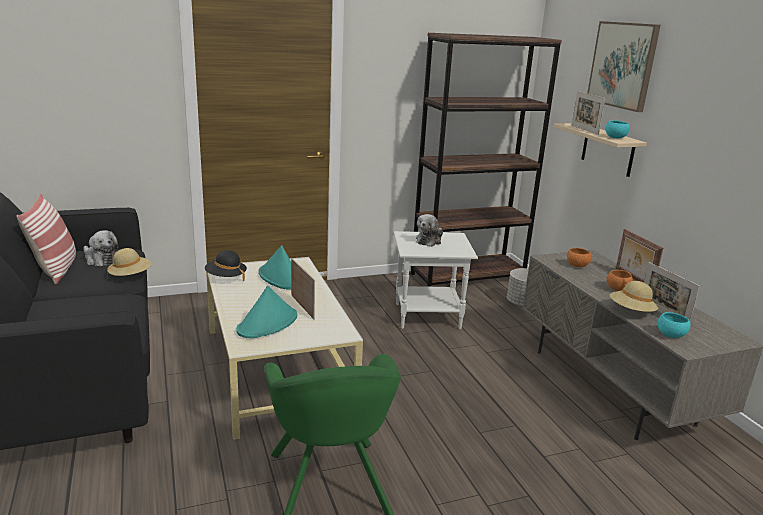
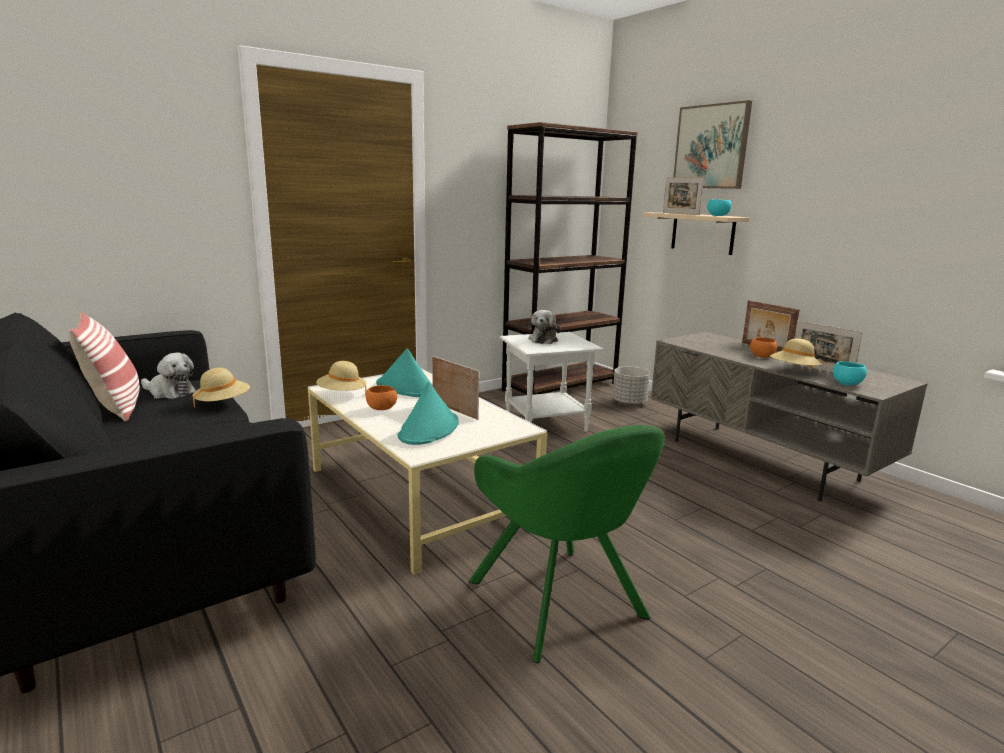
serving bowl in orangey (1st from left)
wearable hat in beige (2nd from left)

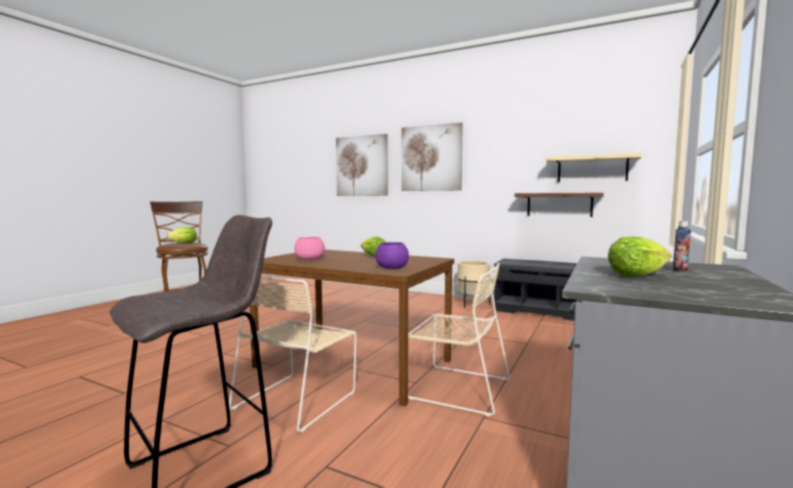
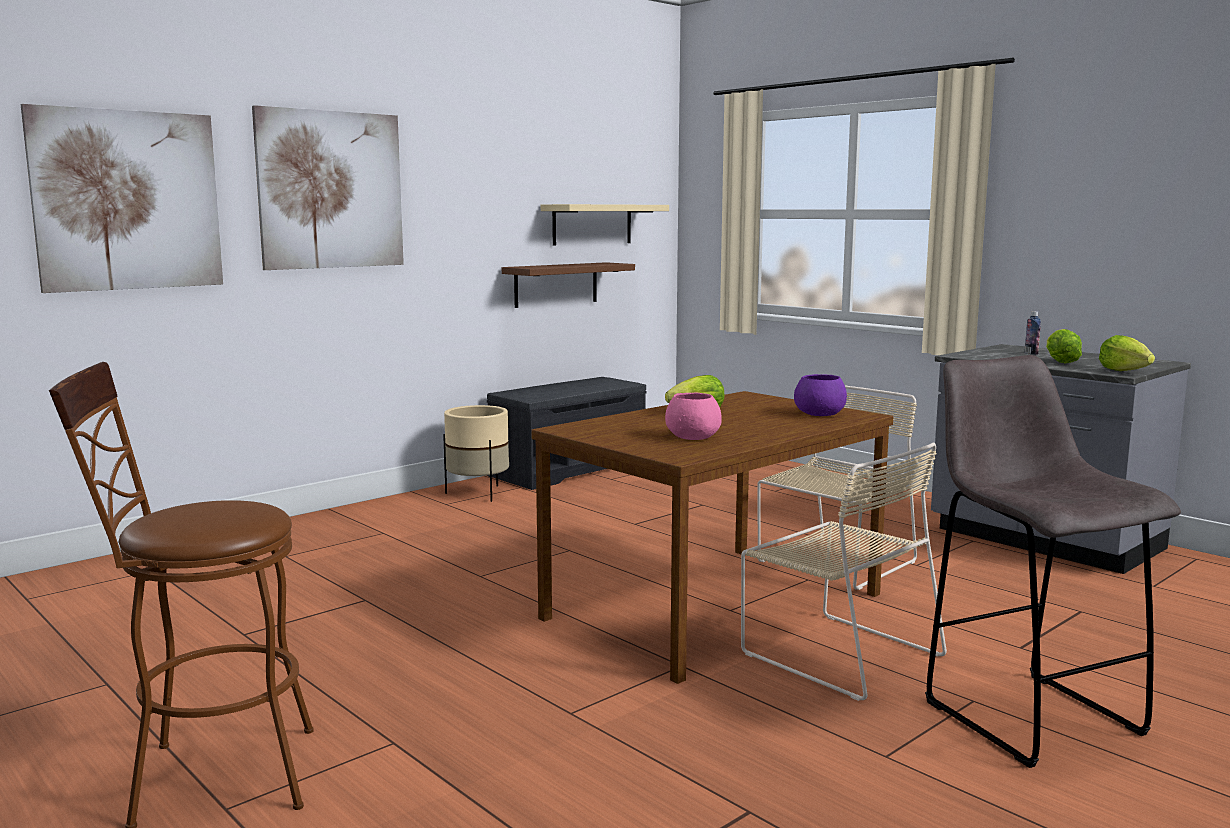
head of lettuce (3rd from left)

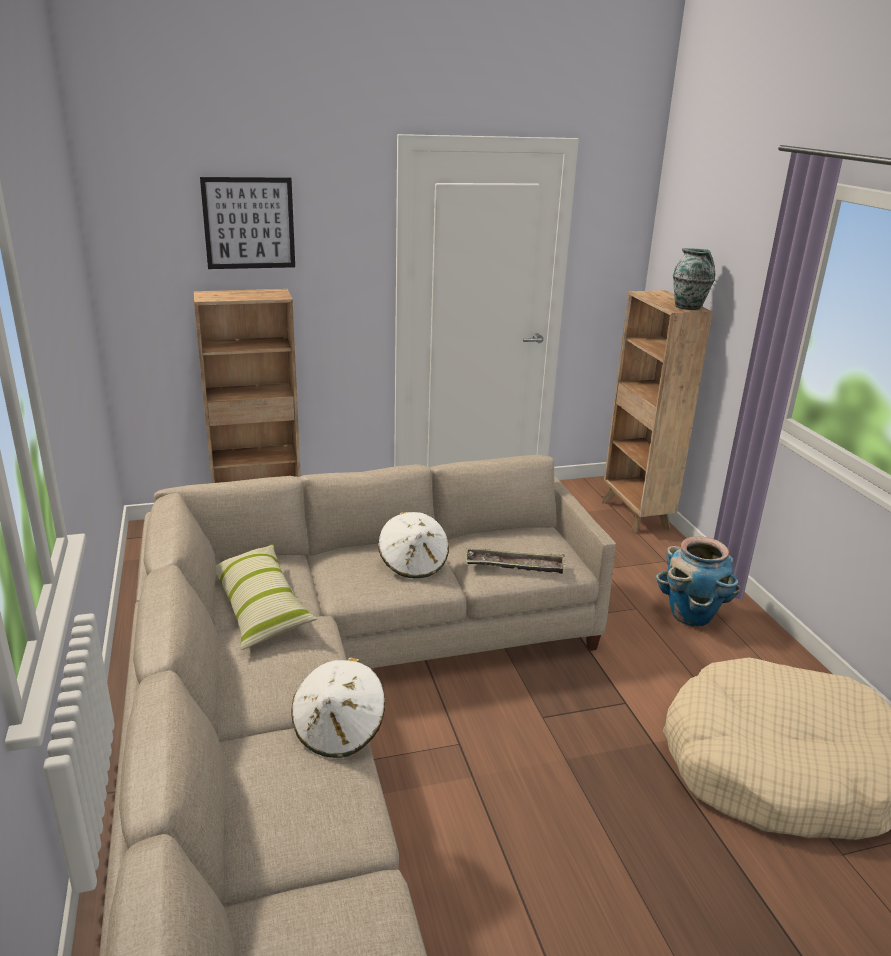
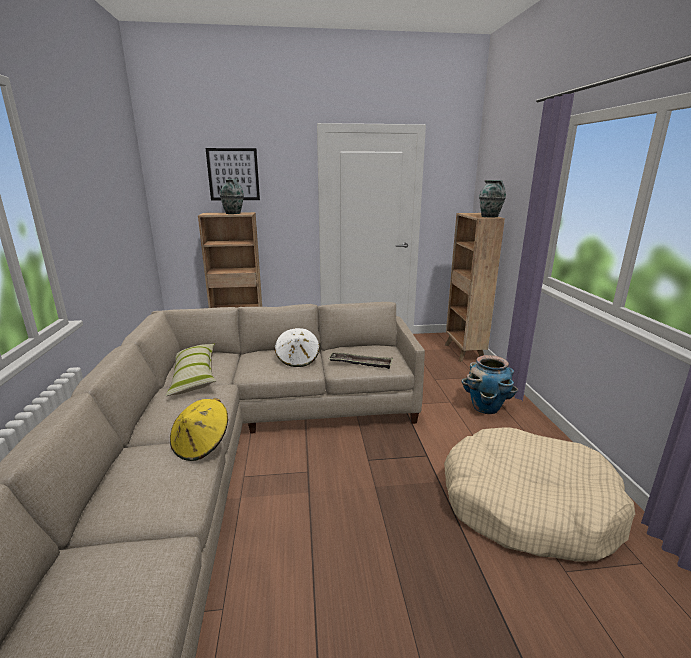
decorative vase (1st from left)
wearable hat in yellow

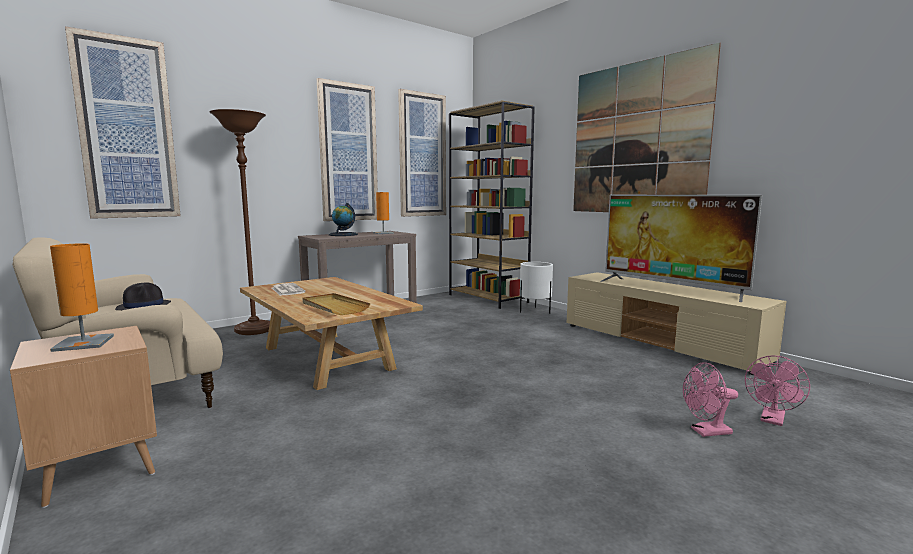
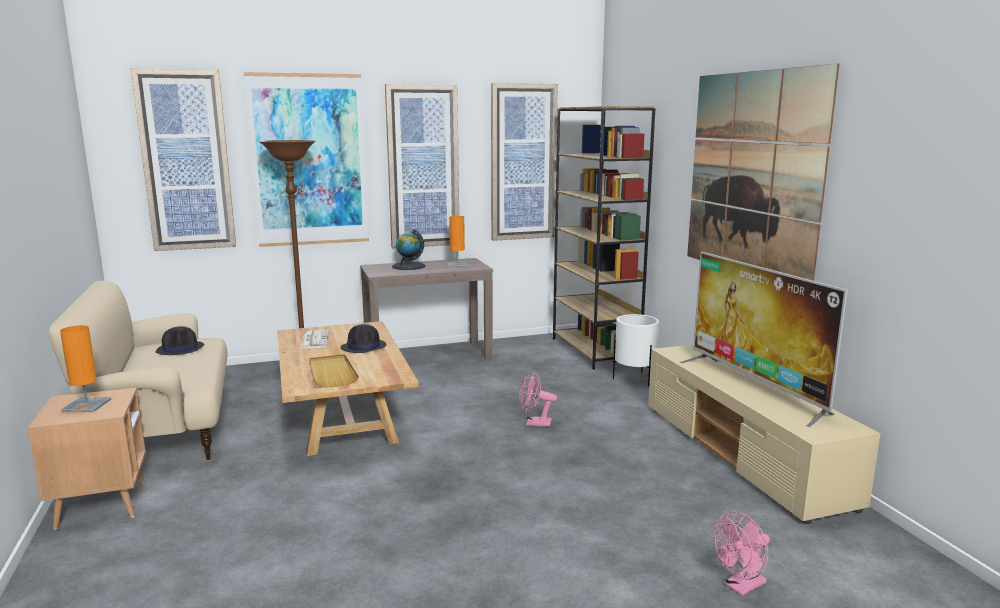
picture (2nd from left)
wearable hat in blackish (2nd from left)
electric fan in pinkish (1st from left)

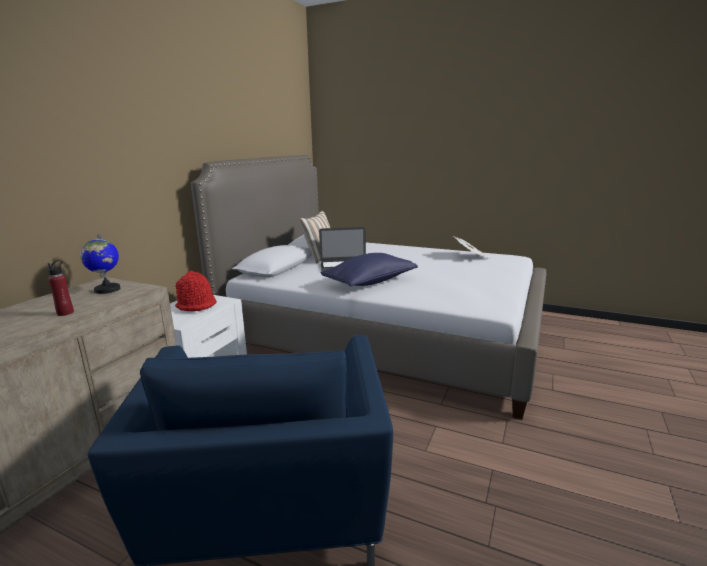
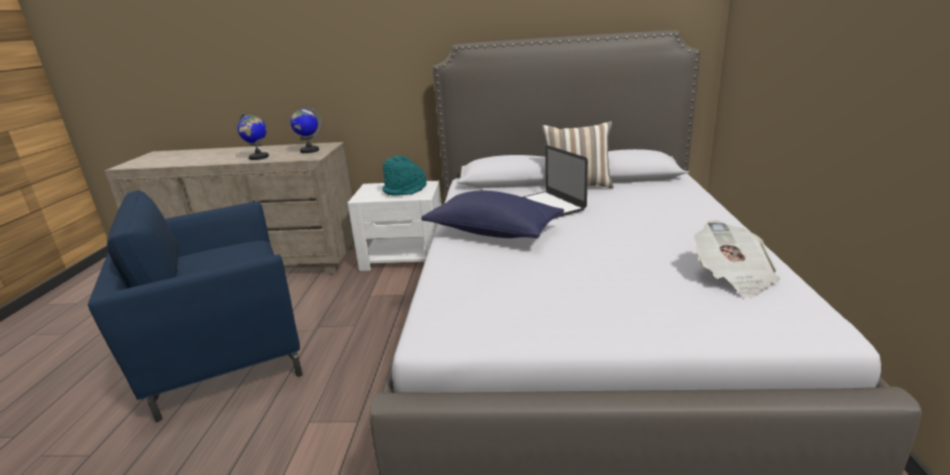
globe (1st from left)
wearable hat in turquoise-coloured

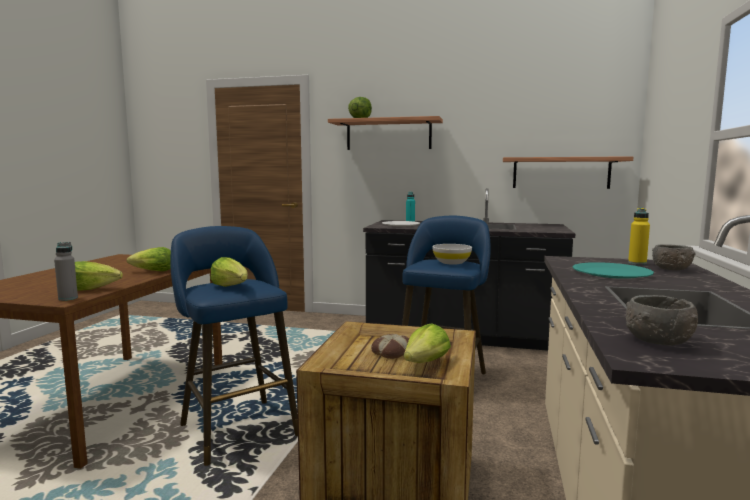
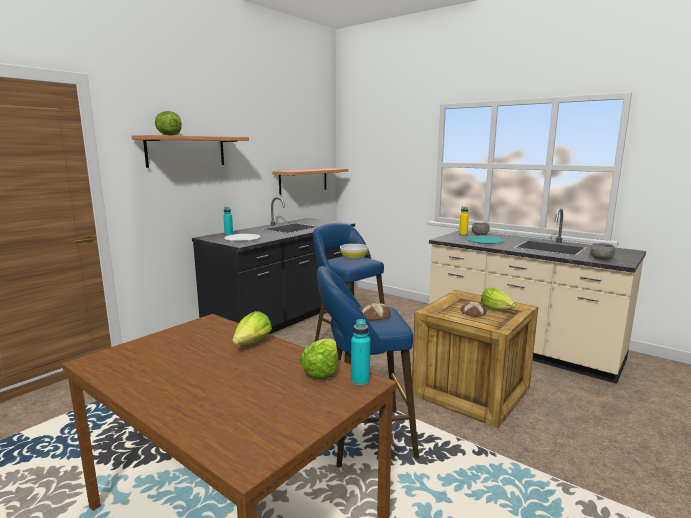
bread (1st from left)
beverage bottle in turquoise-coloured (2nd from left)

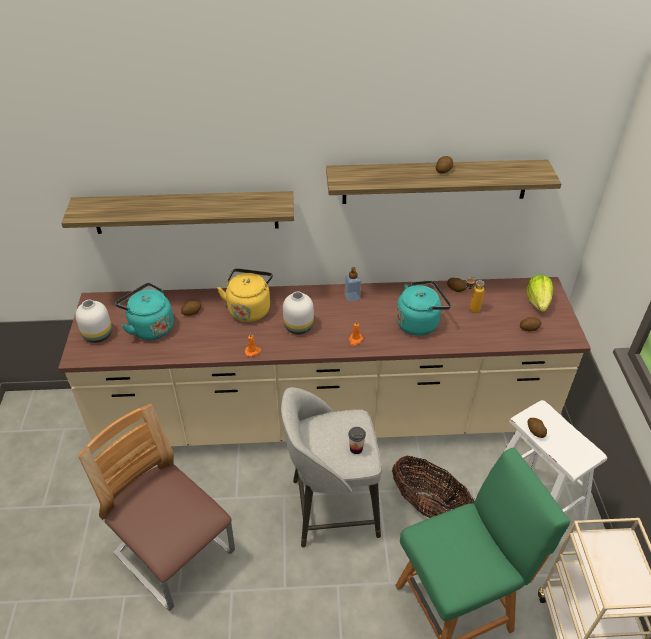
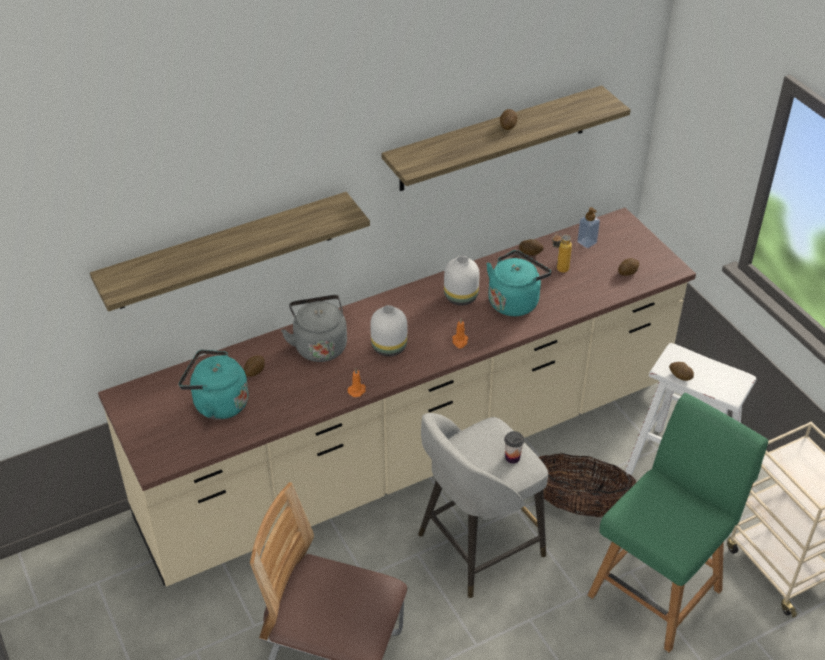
head of lettuce
decorative vase in white (2nd from left)
soap dispenser
tea kettle in grey

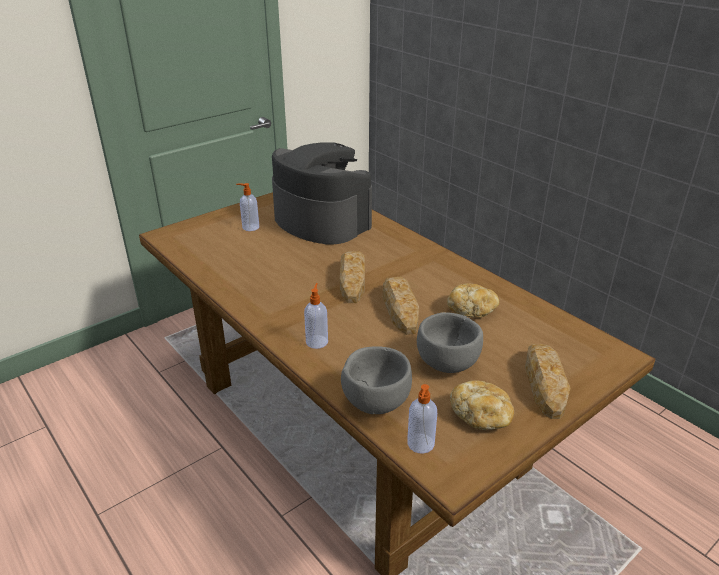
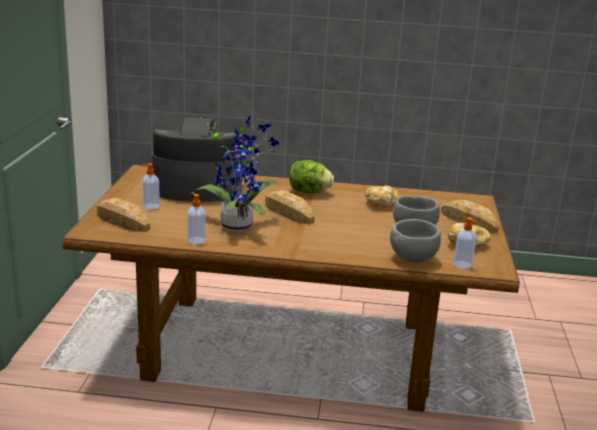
potted plant
head of lettuce
soap dispenser (2nd from left)
bread (1st from left)

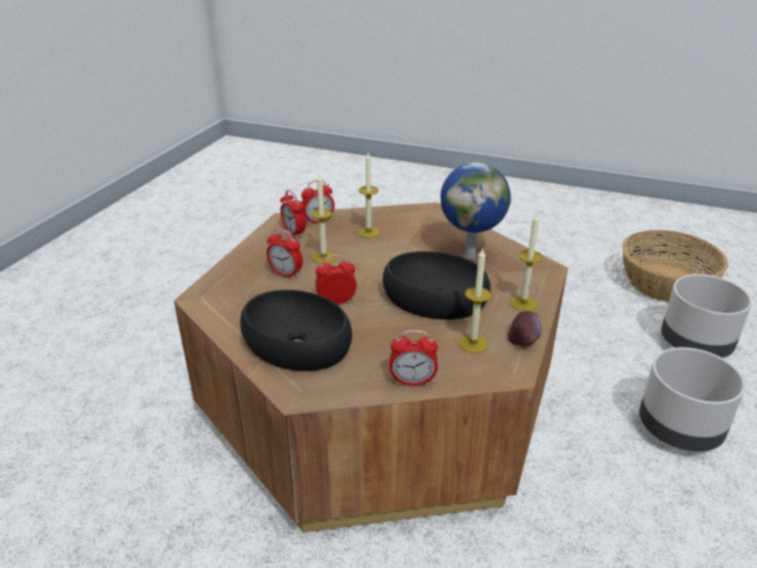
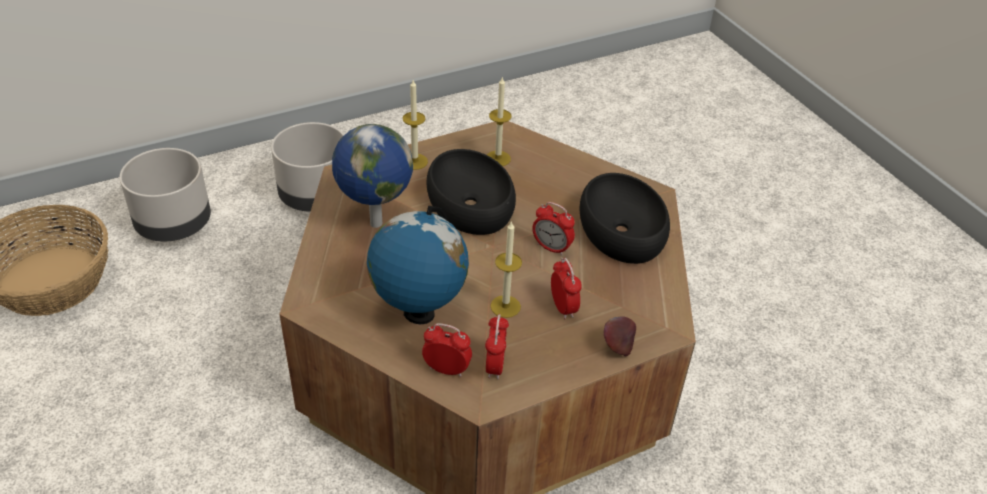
table clock (5th from left in the first image)
apple fruit
globe (2nd from left)

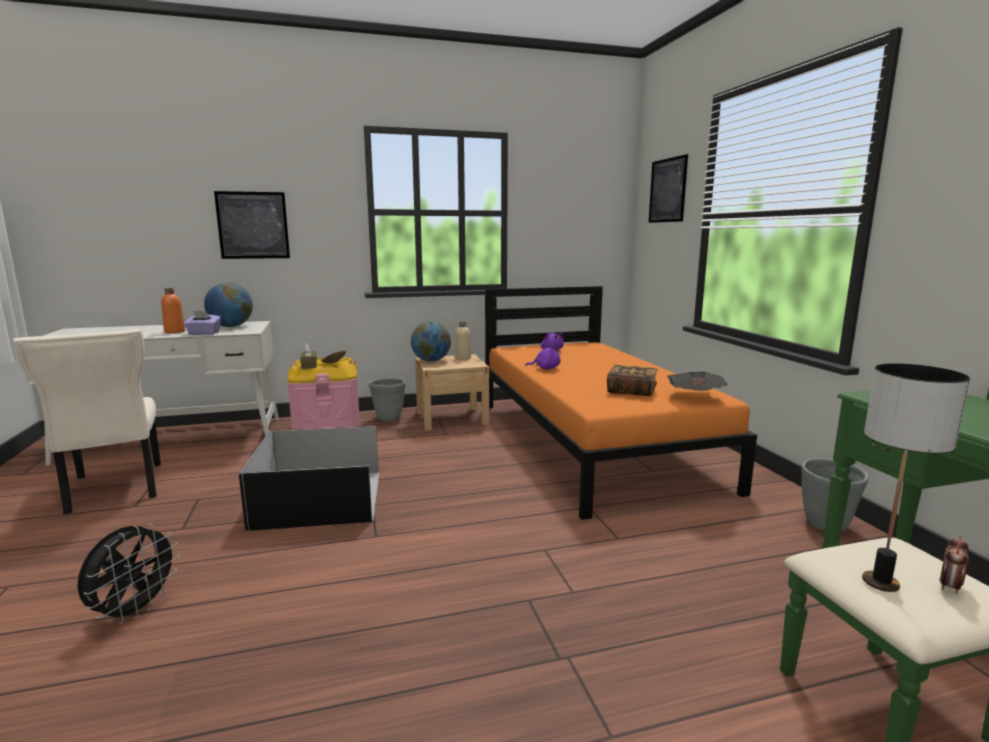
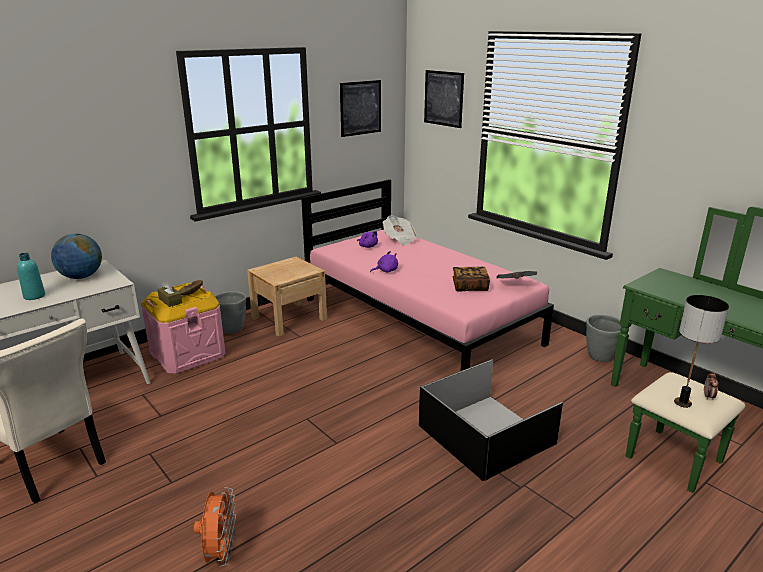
box of tissues in purple
globe (2nd from left in the first image)
beverage bottle in beige
daily paper (1st from left)
picture (1st from left)
storage box in blackish
electric fan in orangey
beverage bottle in turquoise-coloured
bed in pinkish

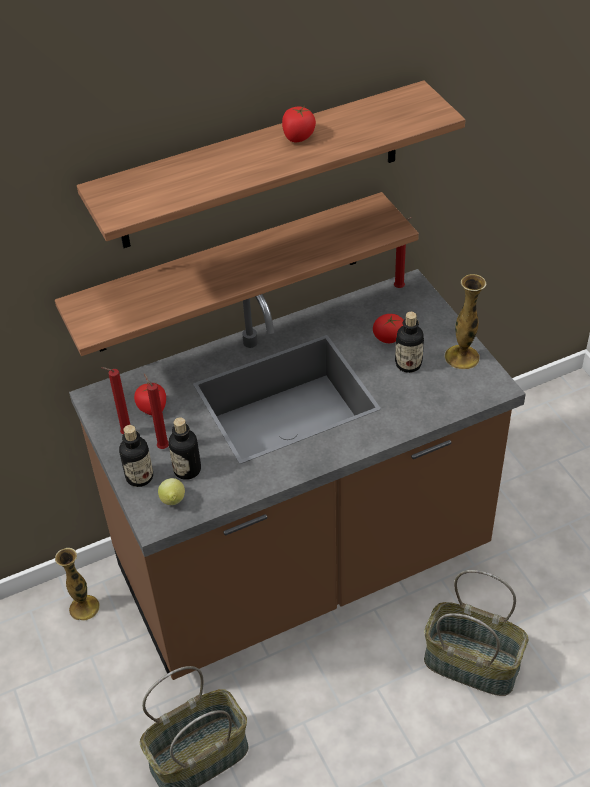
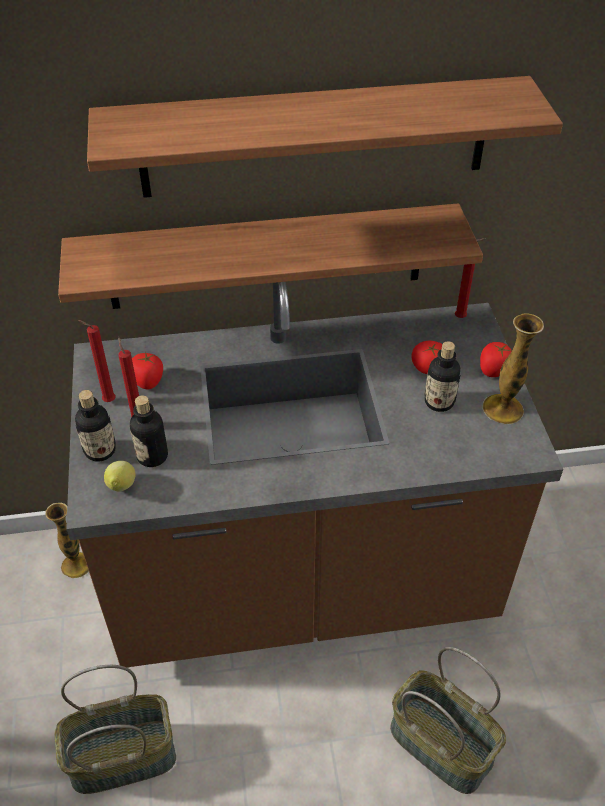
fresh tomato (3rd from left)

